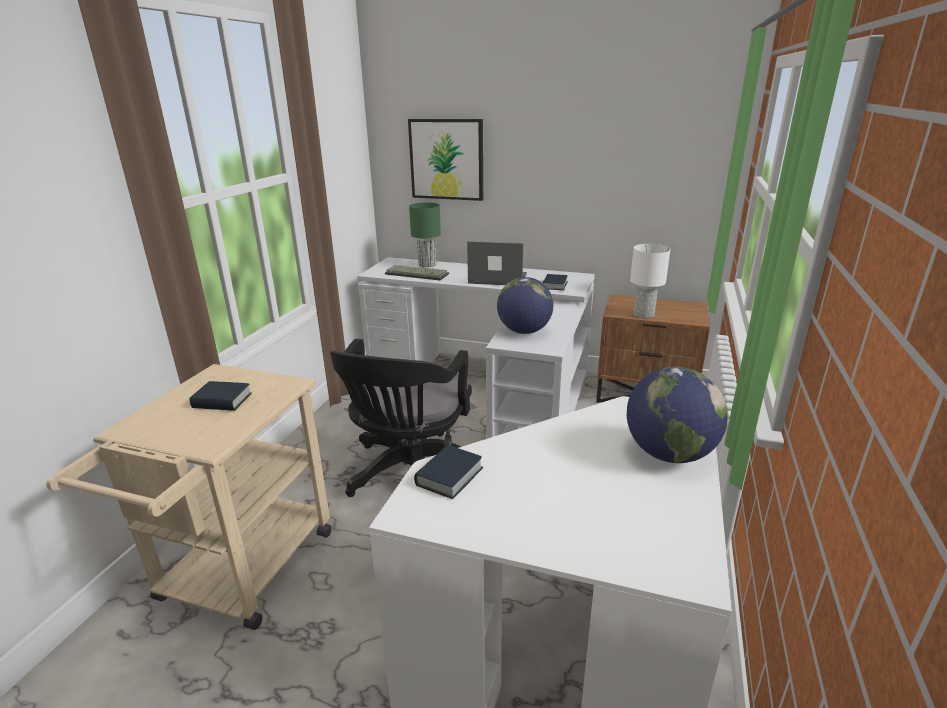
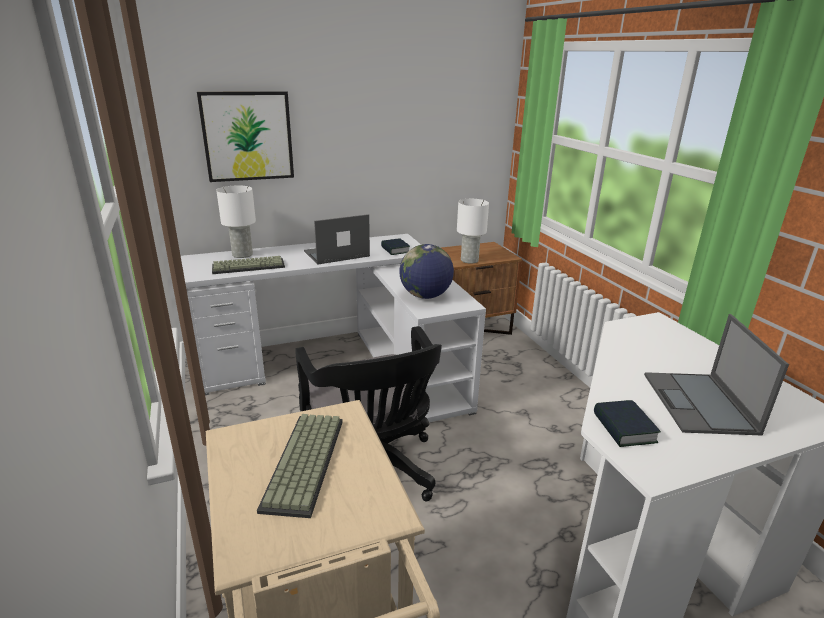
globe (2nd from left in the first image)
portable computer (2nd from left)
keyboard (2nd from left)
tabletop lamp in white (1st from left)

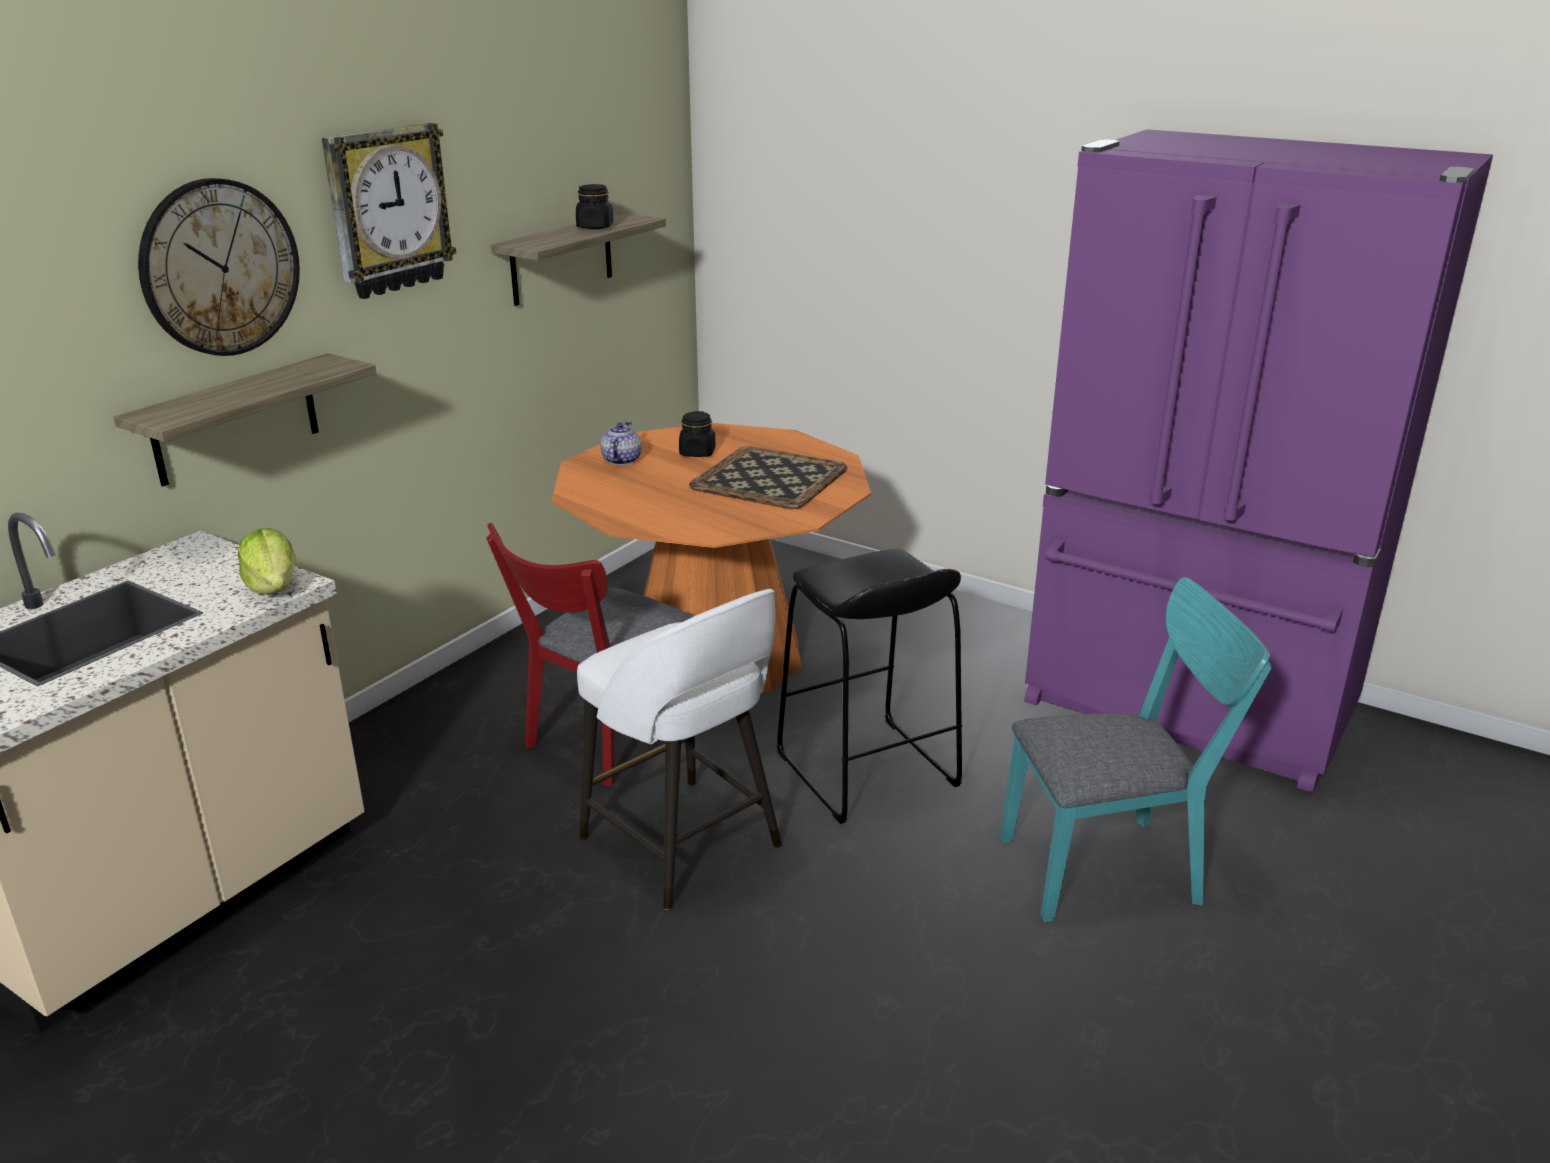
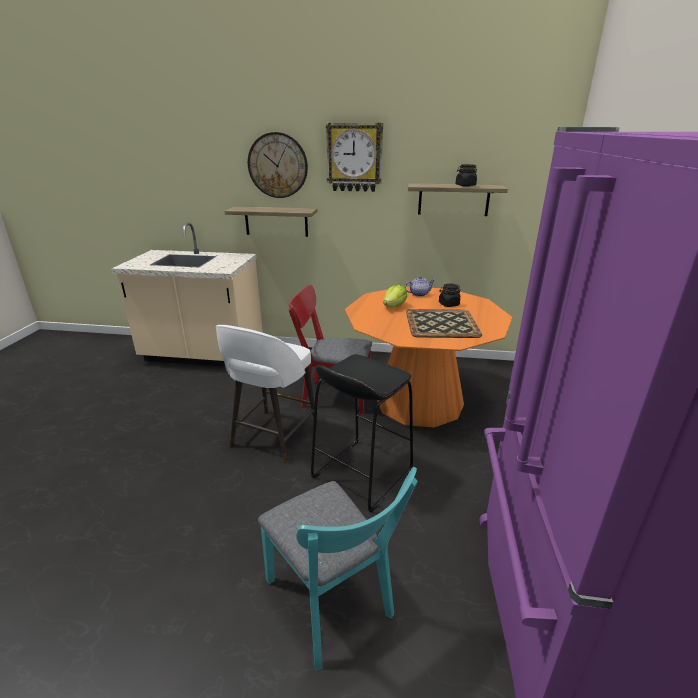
head of lettuce

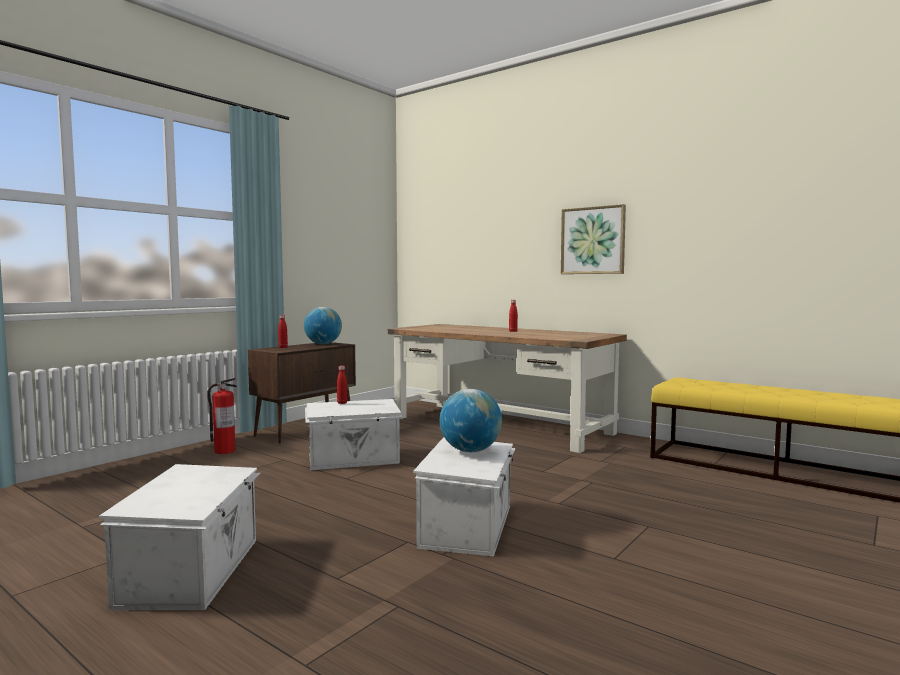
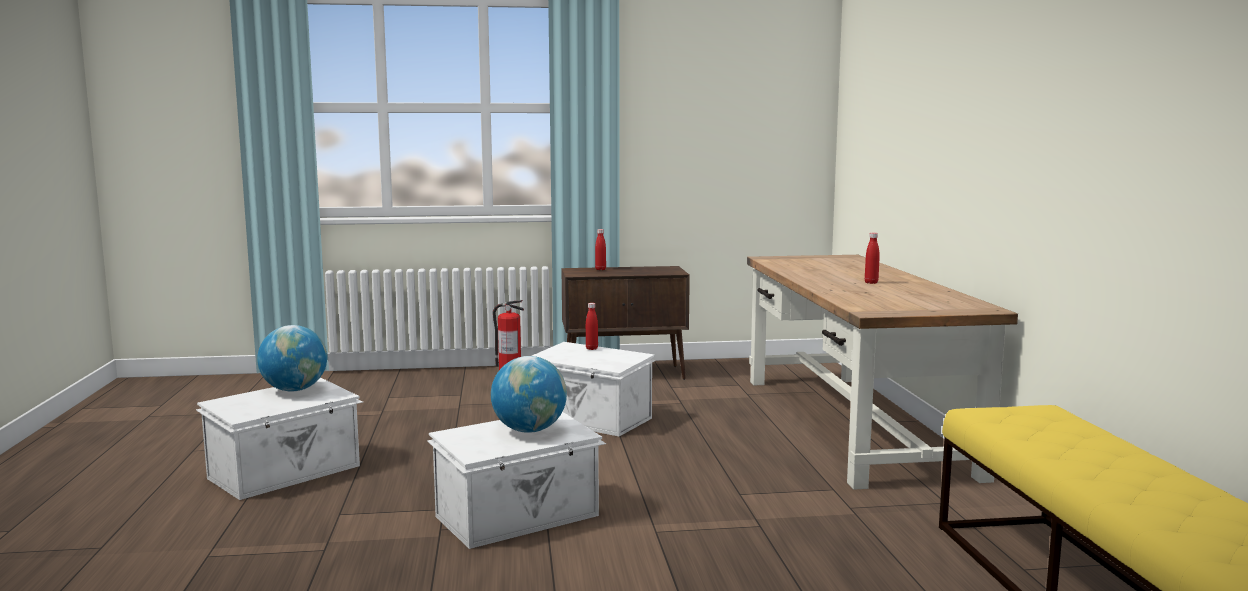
picture
globe (1st from left)

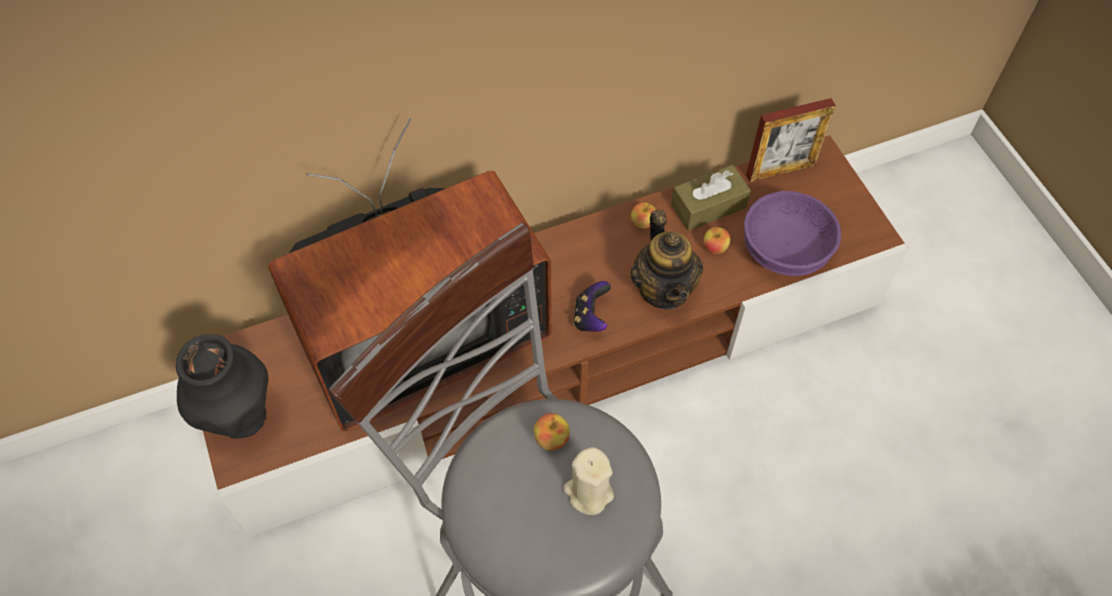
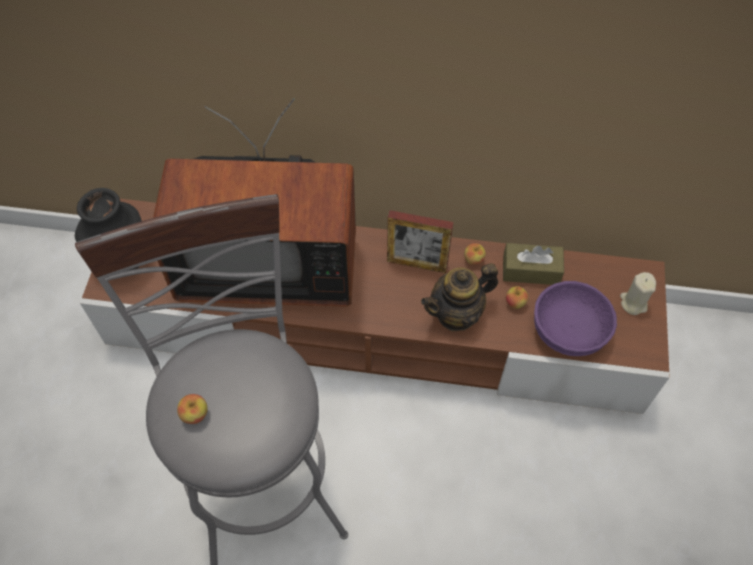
game controller
apple fruit (1st from left)
candle in beige
standing frame
tea pot

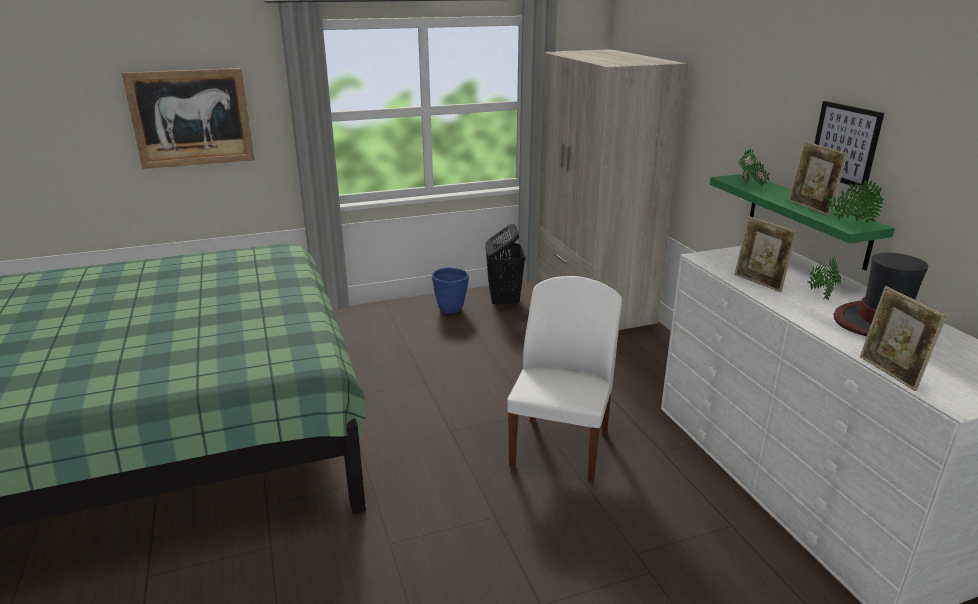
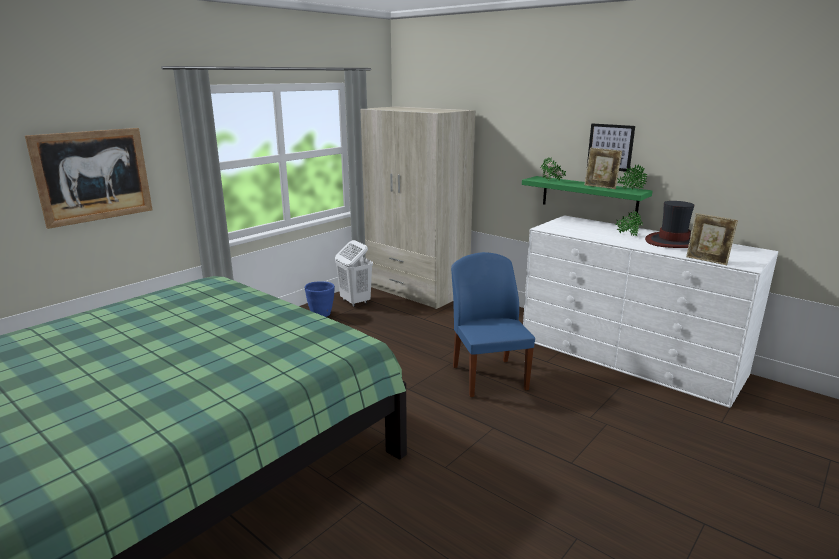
standing frame (1st from left in the first image)
hamper in white
chair in blue

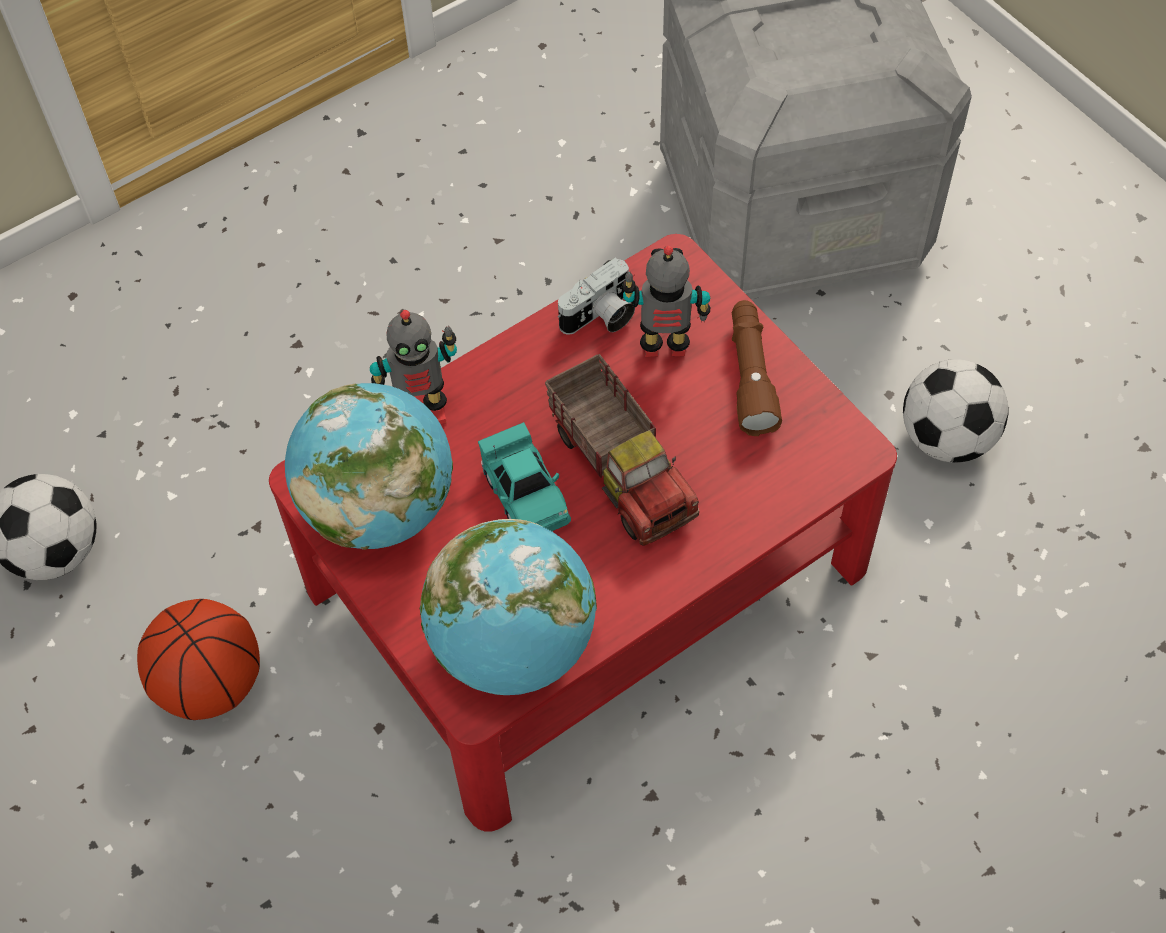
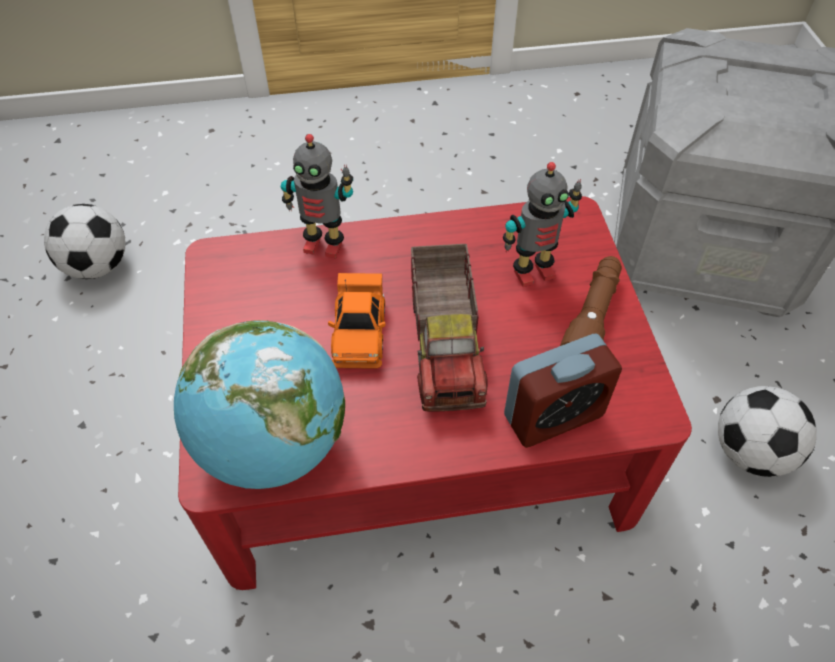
ball for basketball
globe (1st from left in the first image)
still camera
table clock
miniature car in orangey
model robot (2nd from left)

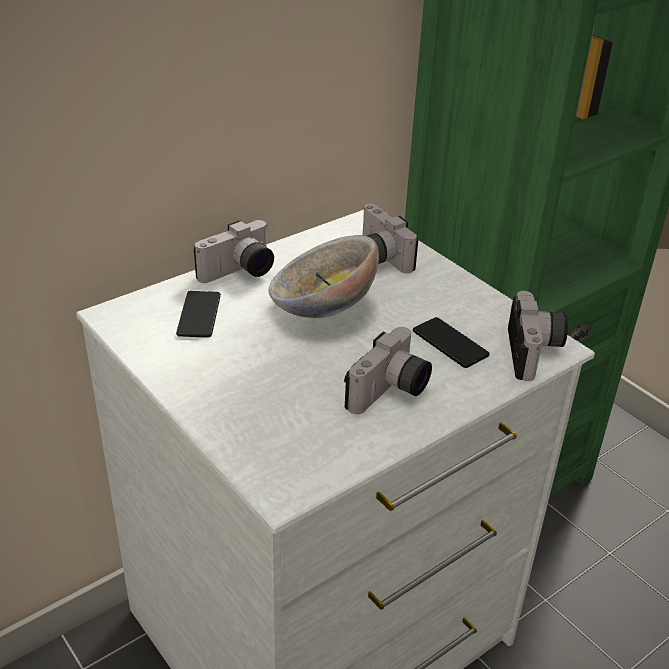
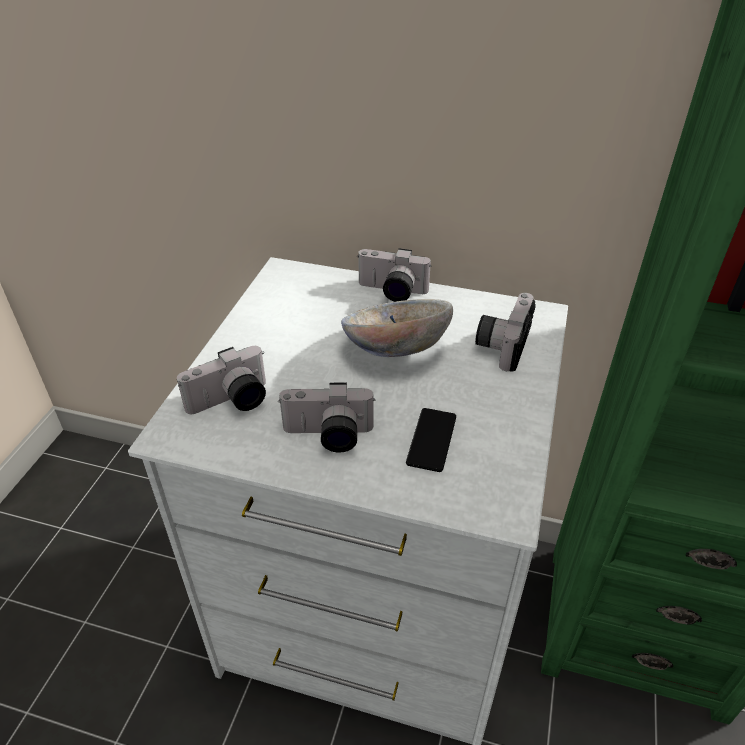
phone (1st from left in the first image)
still camera (1st from left)

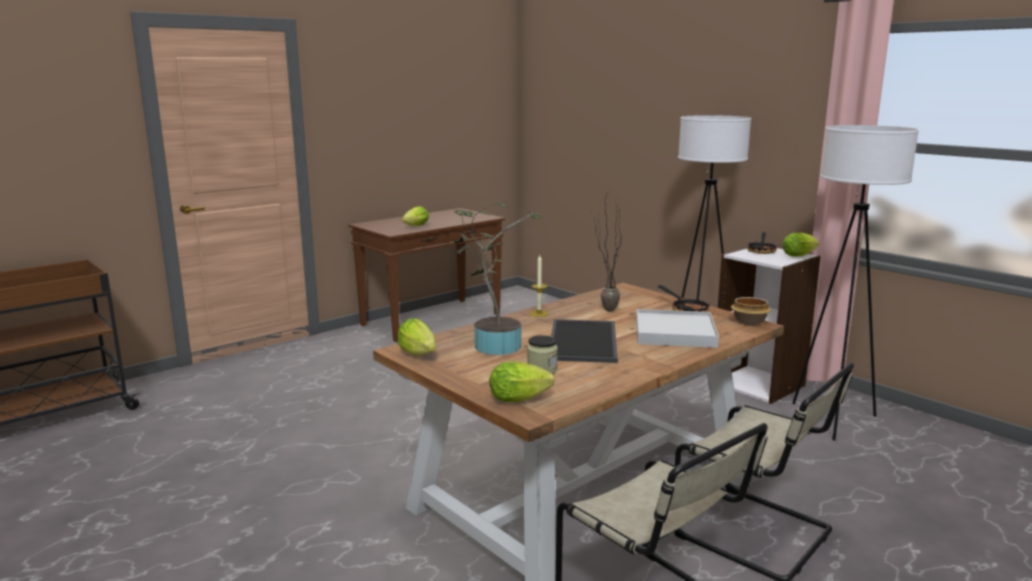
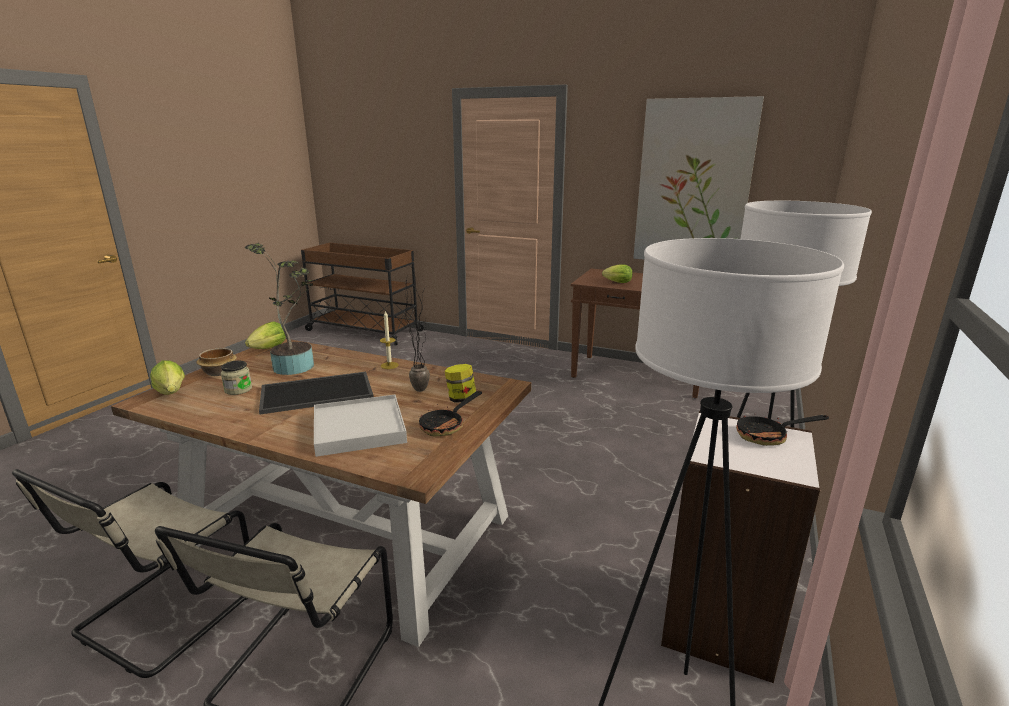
head of lettuce (4th from left in the first image)
preserve jar (2nd from left)
picture
serving bowl

